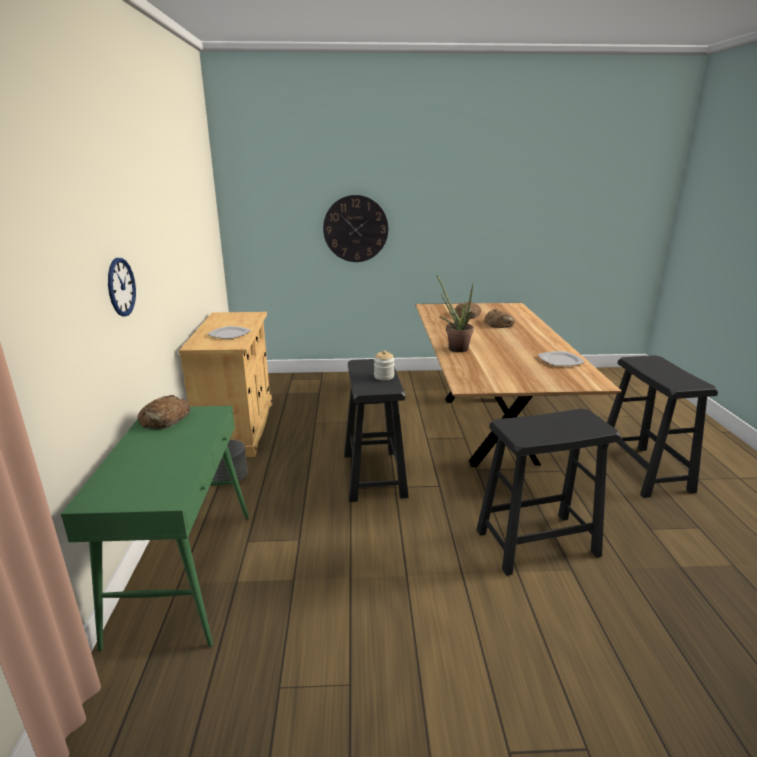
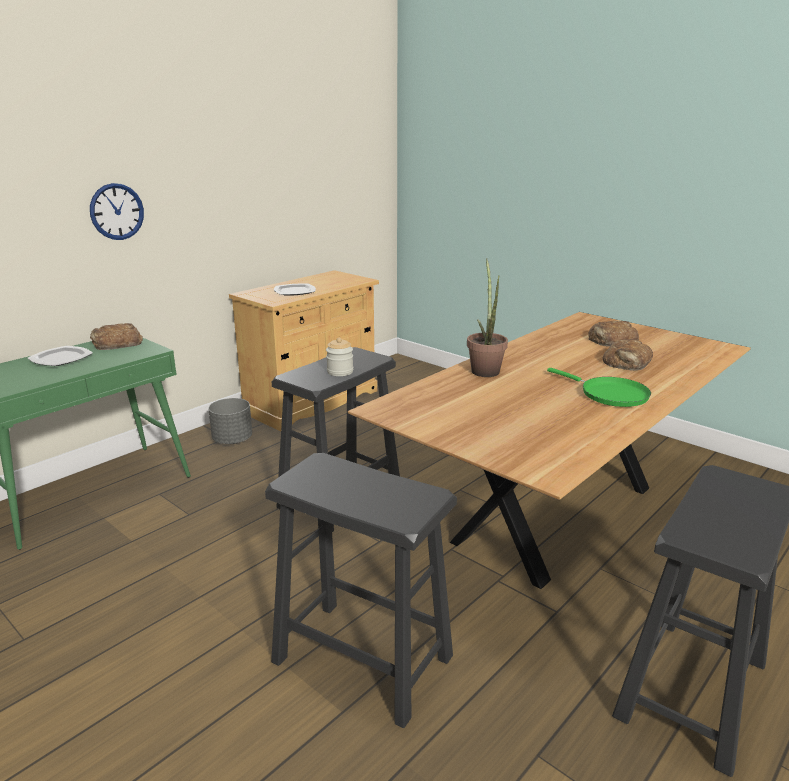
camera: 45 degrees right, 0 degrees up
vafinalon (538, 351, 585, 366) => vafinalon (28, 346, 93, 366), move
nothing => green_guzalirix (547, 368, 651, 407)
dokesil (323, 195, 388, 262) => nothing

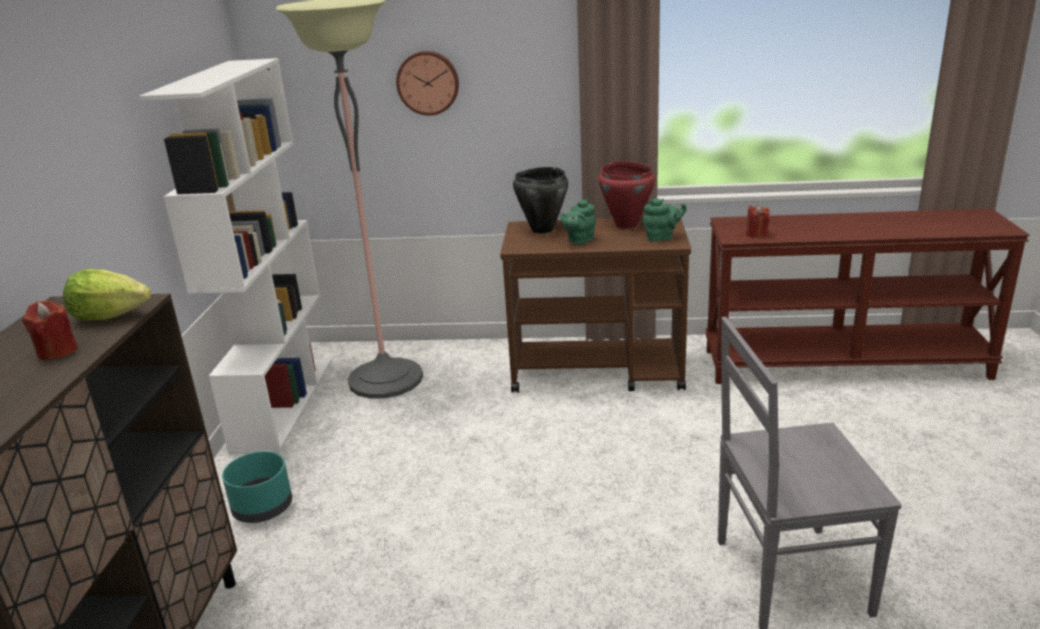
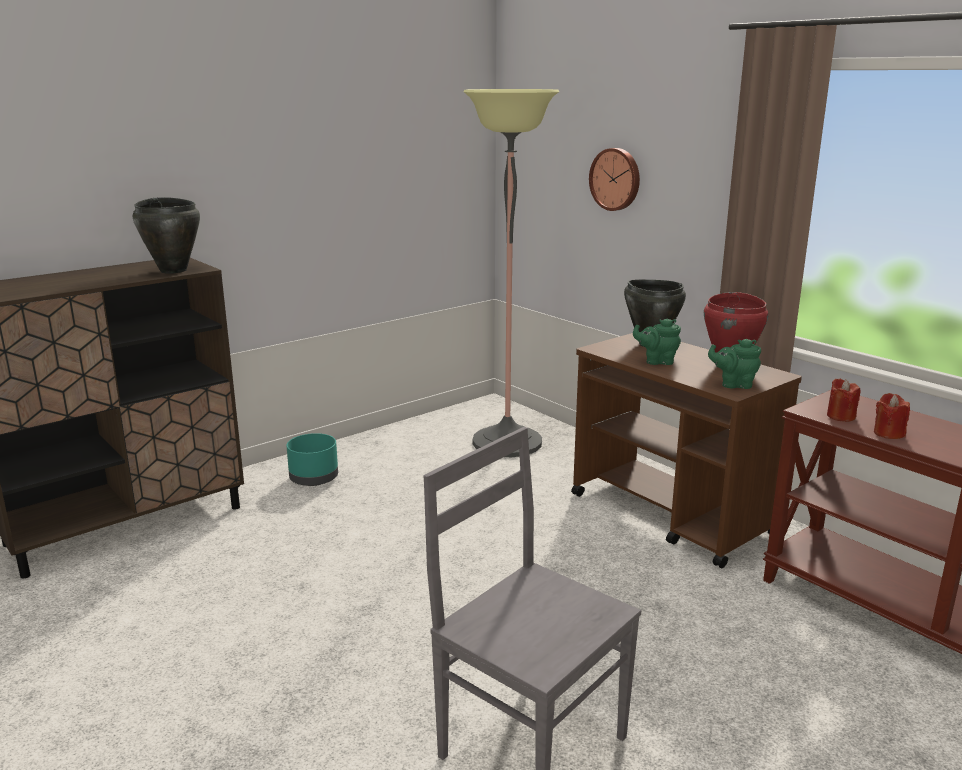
camera: 45 degrees right, 5 degrees down
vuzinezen (63, 269, 151, 320) => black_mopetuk (132, 197, 200, 274)
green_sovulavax (643, 198, 686, 242) => green_sovulavax (708, 339, 761, 389), 150 degrees clockwise
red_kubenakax (22, 300, 78, 360) => red_kubenakax (874, 393, 910, 439), move
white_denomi (138, 58, 332, 454) => nothing

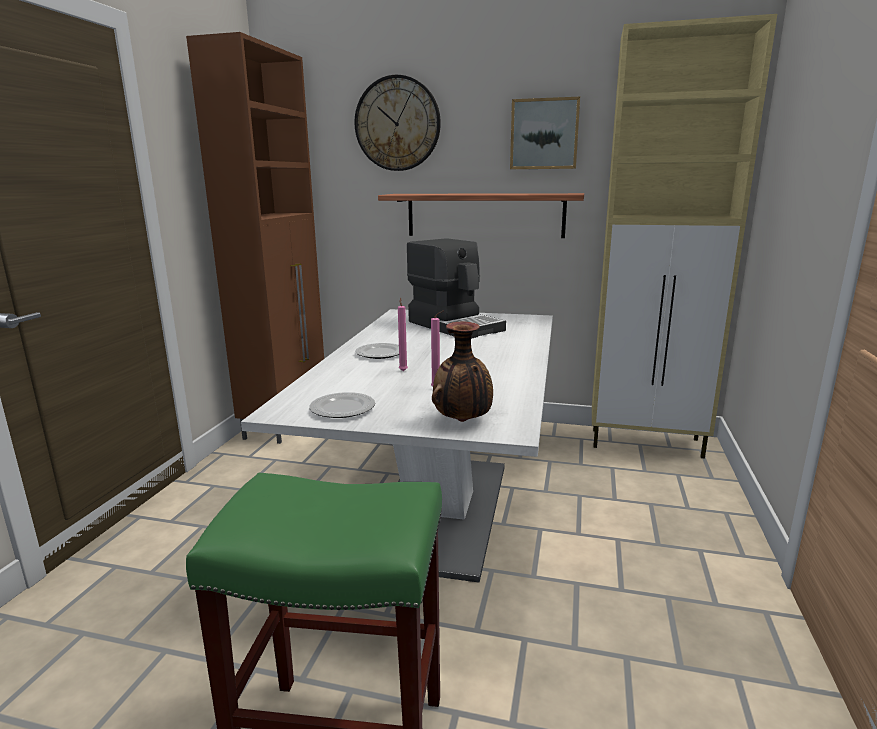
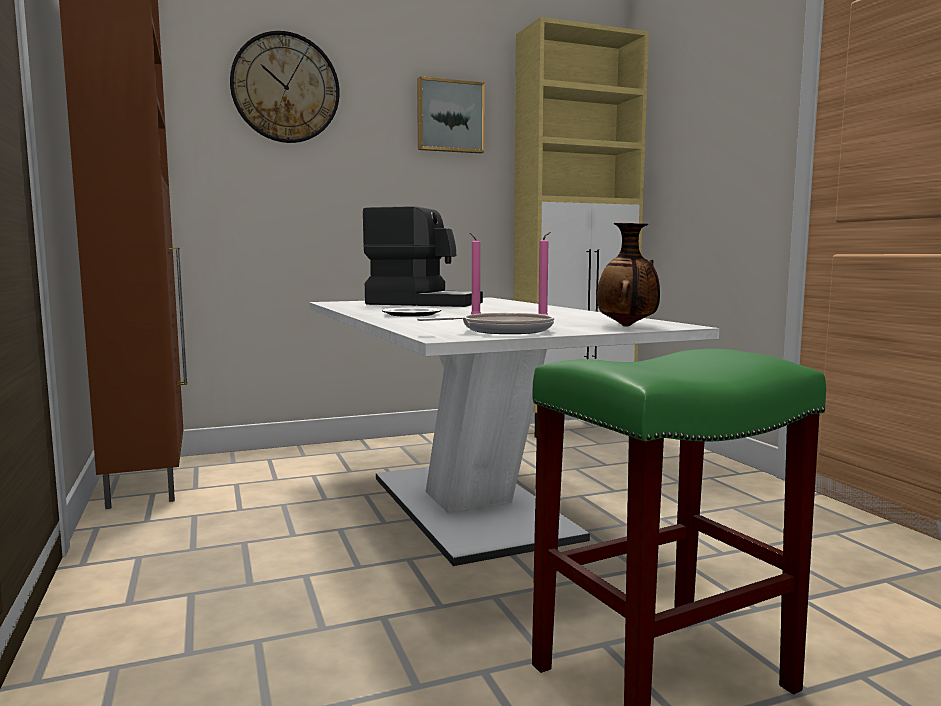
camera: 35 degrees left, 10 degrees down
vafinalon (309, 392, 375, 418) => guzalirix (417, 313, 554, 334)
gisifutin (378, 193, 584, 238) => nothing

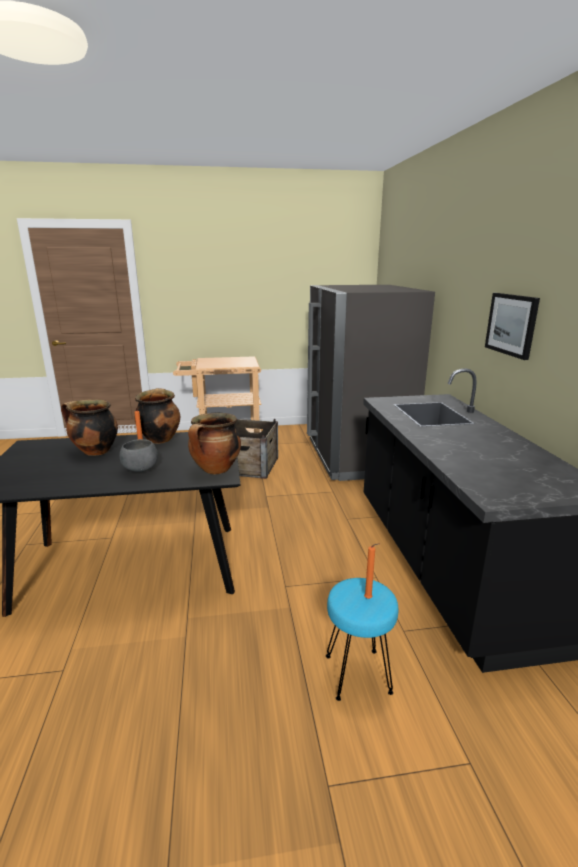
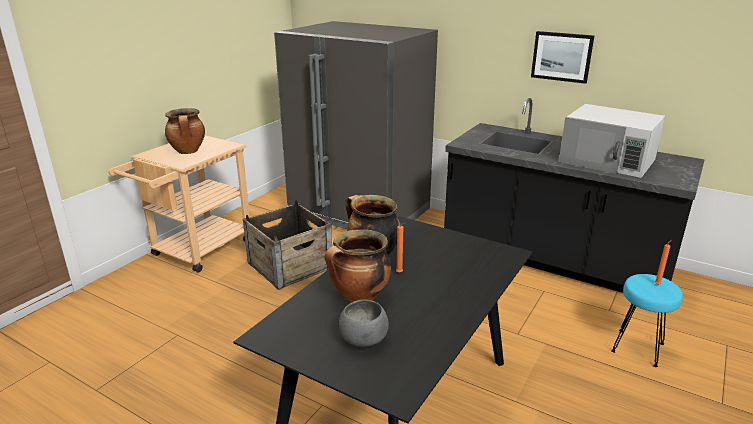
camera: 50 degrees left, 5 degrees up
mopetuk (188, 413, 241, 475) => mopetuk (165, 108, 205, 154), move
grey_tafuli (120, 439, 158, 472) => grey_tafuli (339, 300, 389, 347), move
nothing => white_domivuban (559, 104, 665, 178)

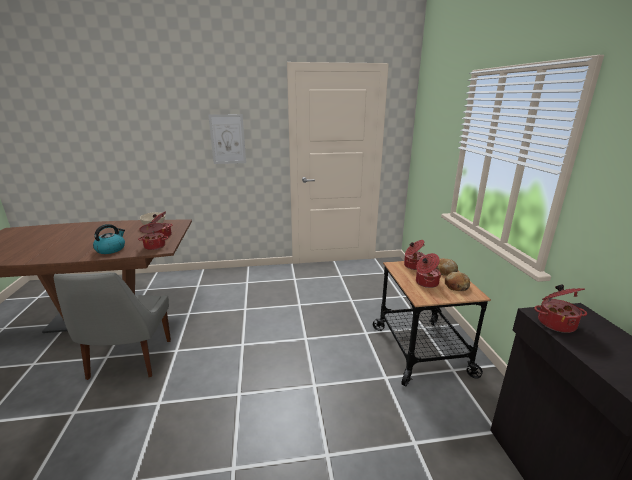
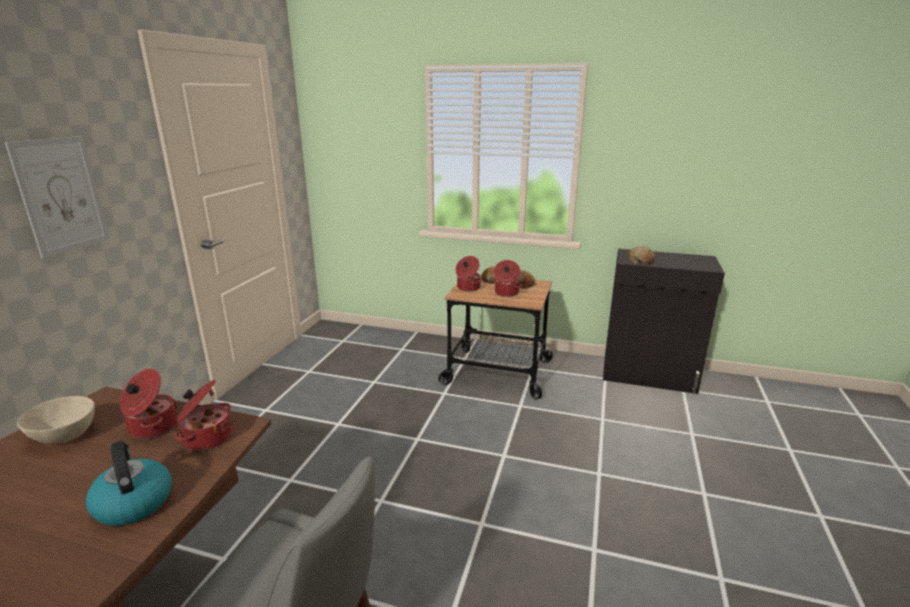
camera: 65 degrees left, 0 degrees up
mopetuk (534, 284, 587, 333) => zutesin (628, 246, 655, 265)

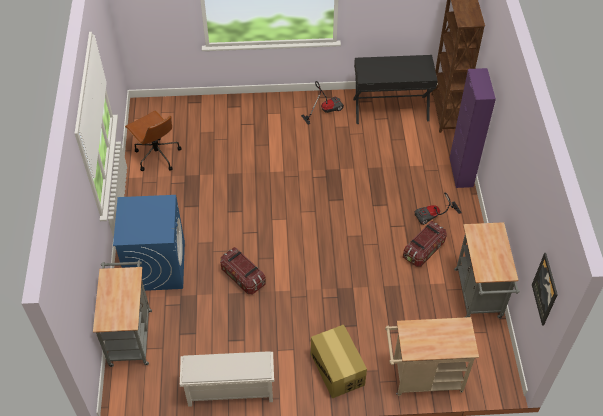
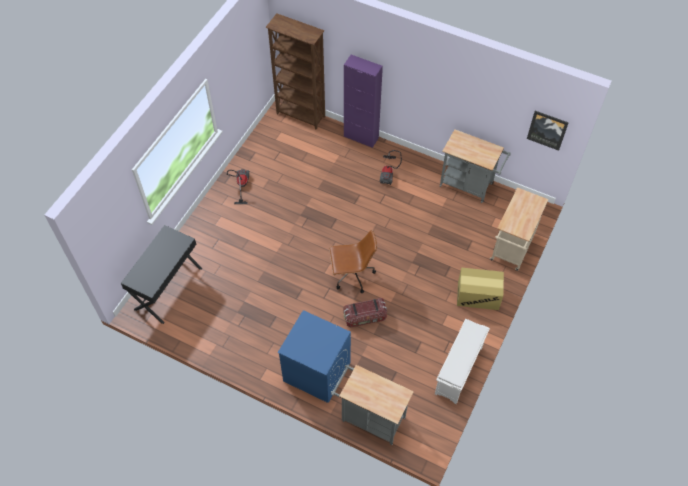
camera: 60 degrees left, 5 degrees up
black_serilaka (353, 55, 438, 124) => black_serilaka (121, 225, 202, 324), move
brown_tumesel (125, 111, 182, 171) => brown_tumesel (329, 230, 377, 293), move
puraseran (403, 221, 447, 267) => nothing

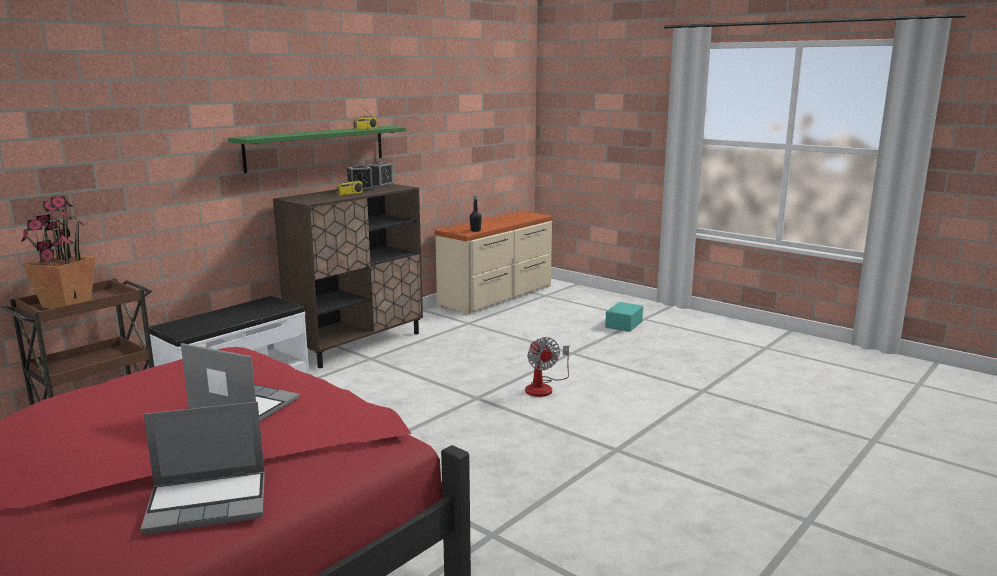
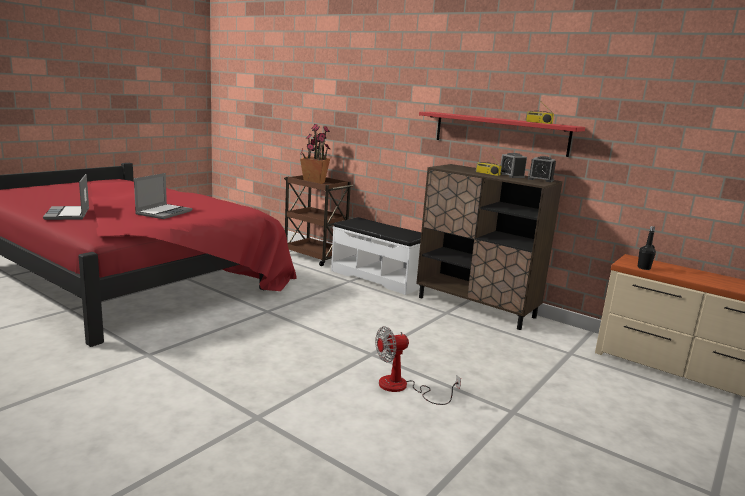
camera: 85 degrees right, 0 degrees up
green_gisifutin (228, 126, 406, 173) => red_gisifutin (419, 112, 585, 157)
turquoise_puraseran (605, 302, 643, 332) => nothing

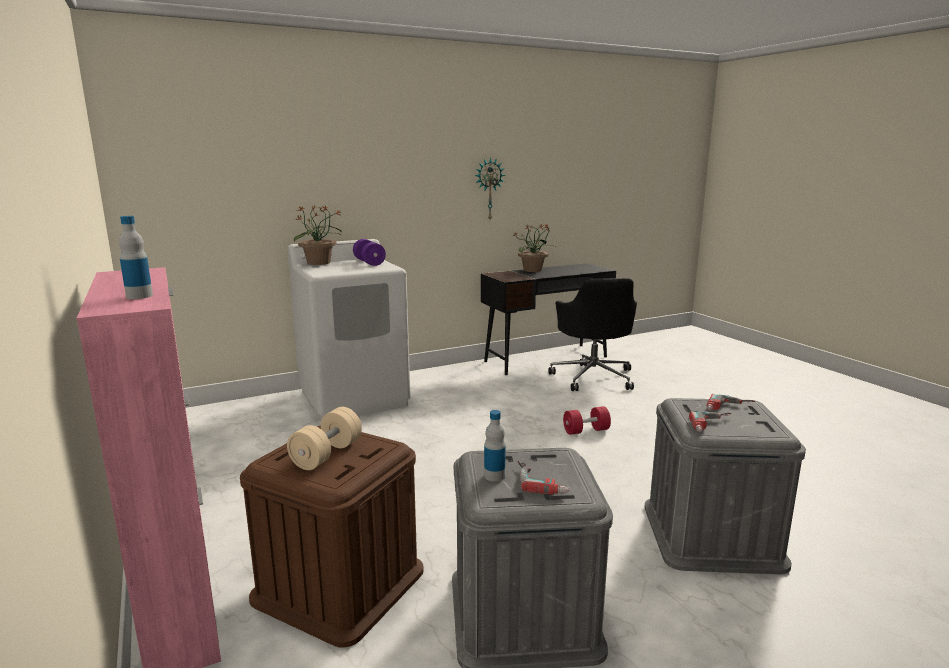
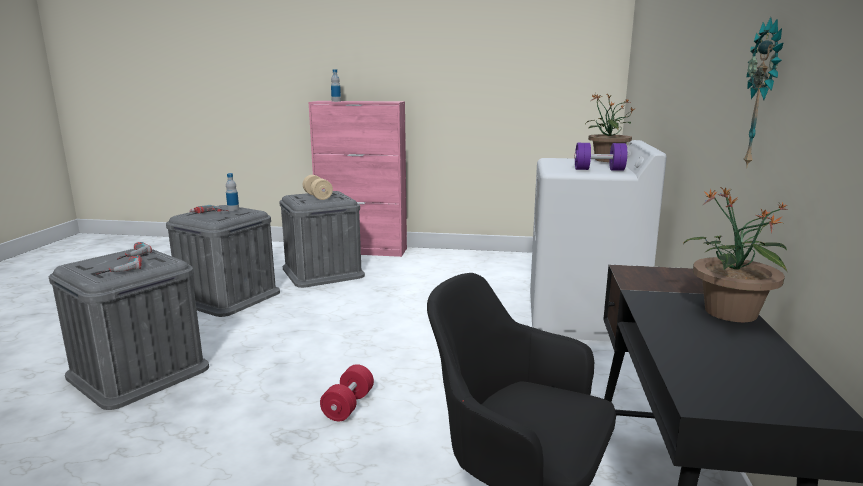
camera: 125 degrees right, 0 degrees up
brown_puraseran (240, 425, 424, 648) => grey_puraseran (279, 191, 365, 288)

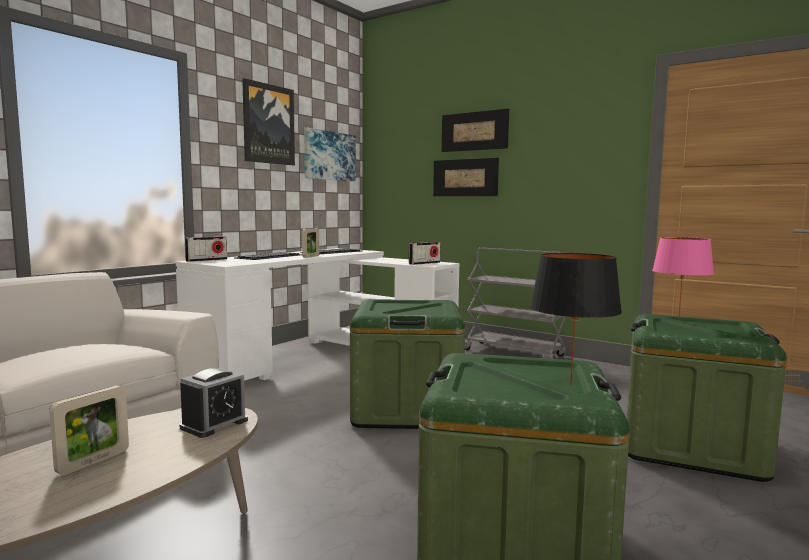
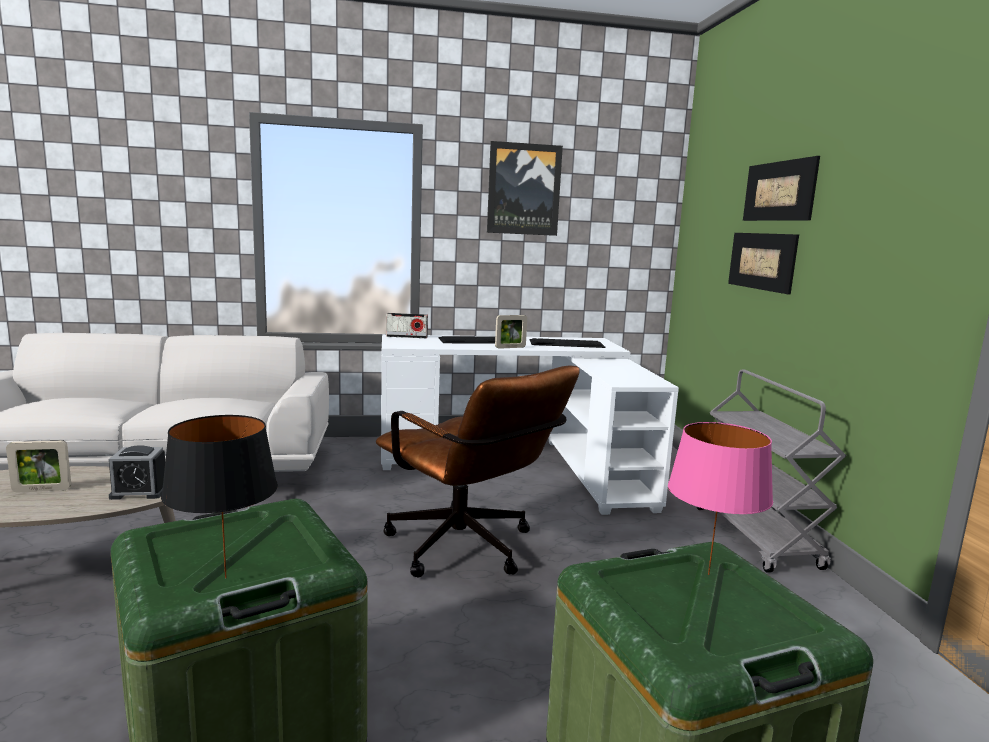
camera: 45 degrees right, 5 degrees up
green_puraseran (350, 299, 465, 429) => brown_tumesel (376, 366, 580, 577)
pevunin (304, 128, 356, 181) => nothing
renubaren (409, 242, 441, 265) => nothing

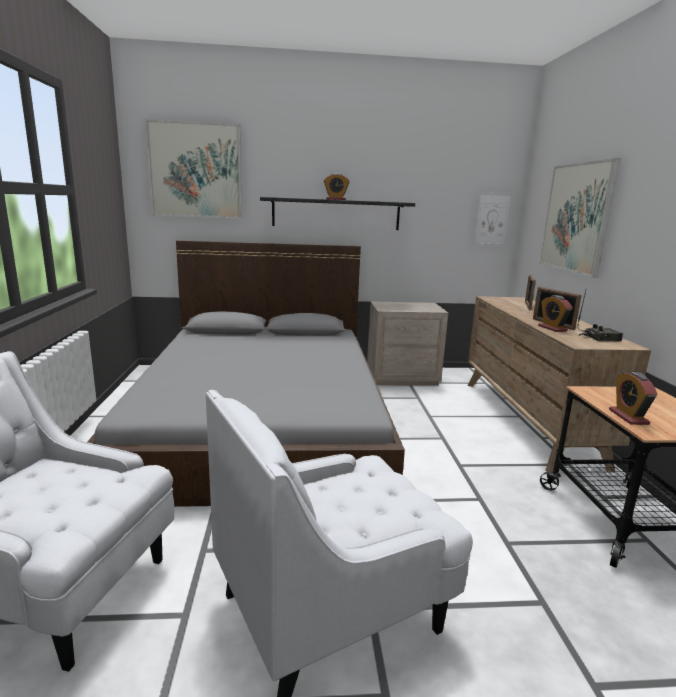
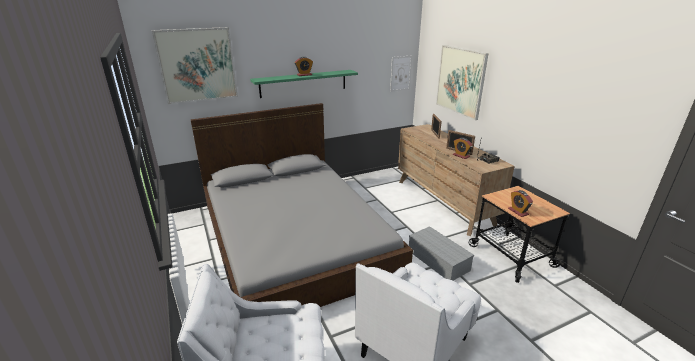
camera: 20 degrees left, 10 degrees up
black_gisifutin (260, 197, 415, 230) => green_gisifutin (250, 70, 358, 98)
nothing => grey_puraseran (409, 226, 474, 281)
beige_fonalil (367, 301, 448, 386) => nothing

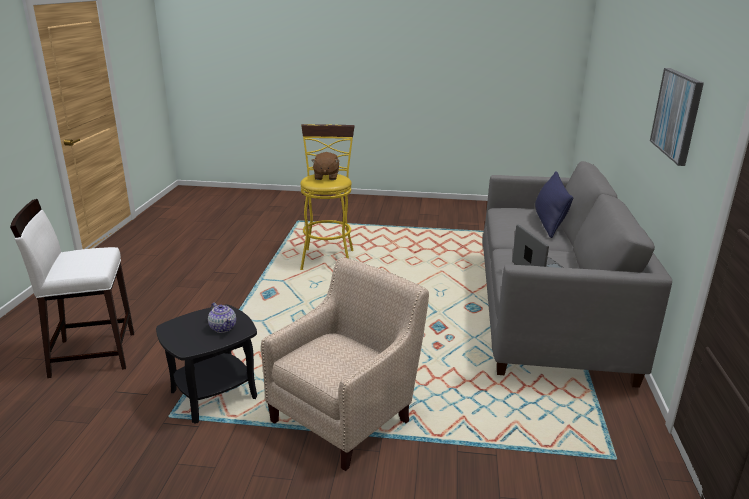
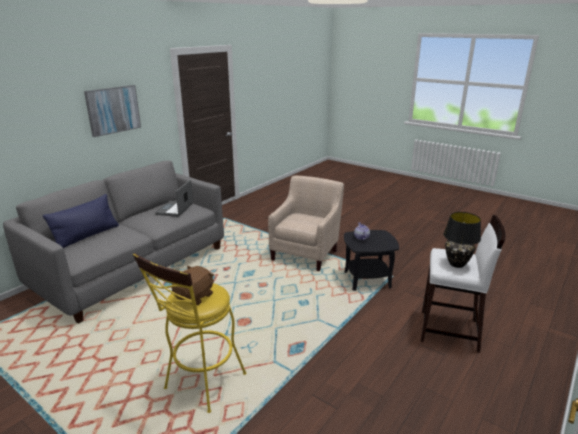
camera: 150 degrees left, 0 degrees up
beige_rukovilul (261, 258, 429, 471) => beige_rukovilul (268, 175, 344, 271), 135 degrees clockwise
nothing => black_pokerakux (443, 212, 481, 268)

